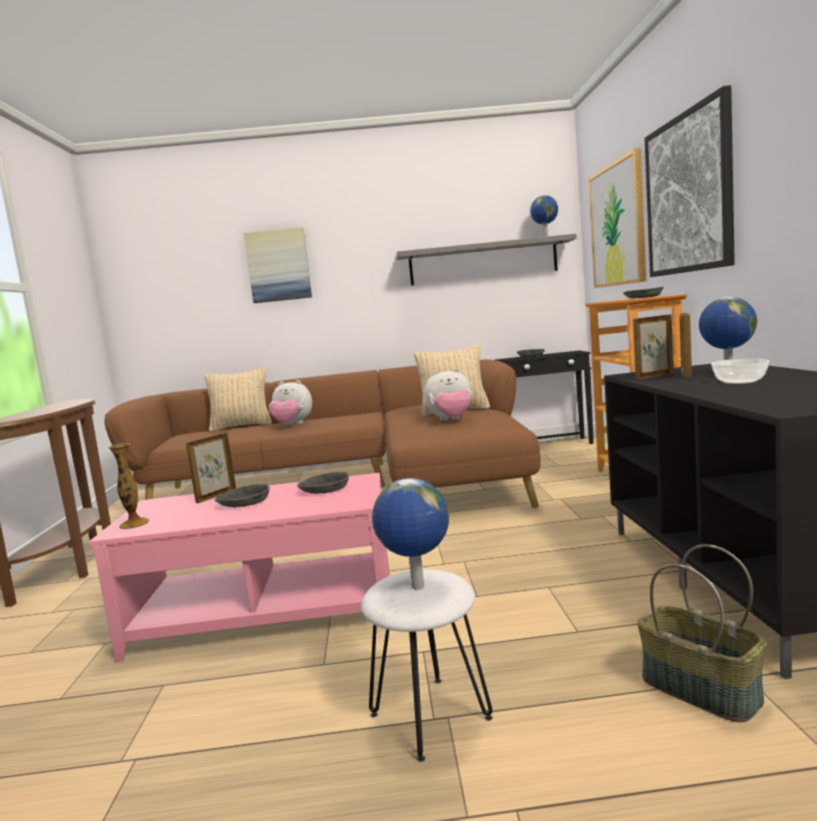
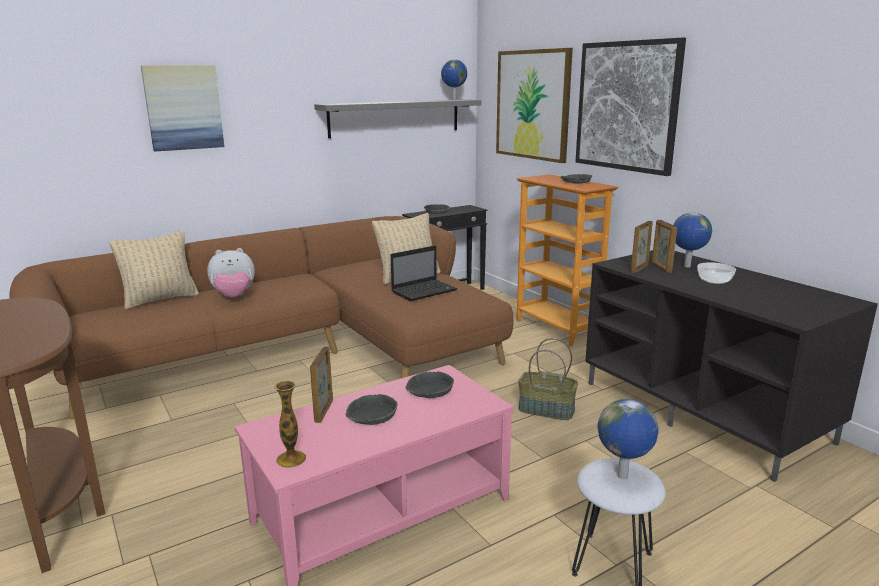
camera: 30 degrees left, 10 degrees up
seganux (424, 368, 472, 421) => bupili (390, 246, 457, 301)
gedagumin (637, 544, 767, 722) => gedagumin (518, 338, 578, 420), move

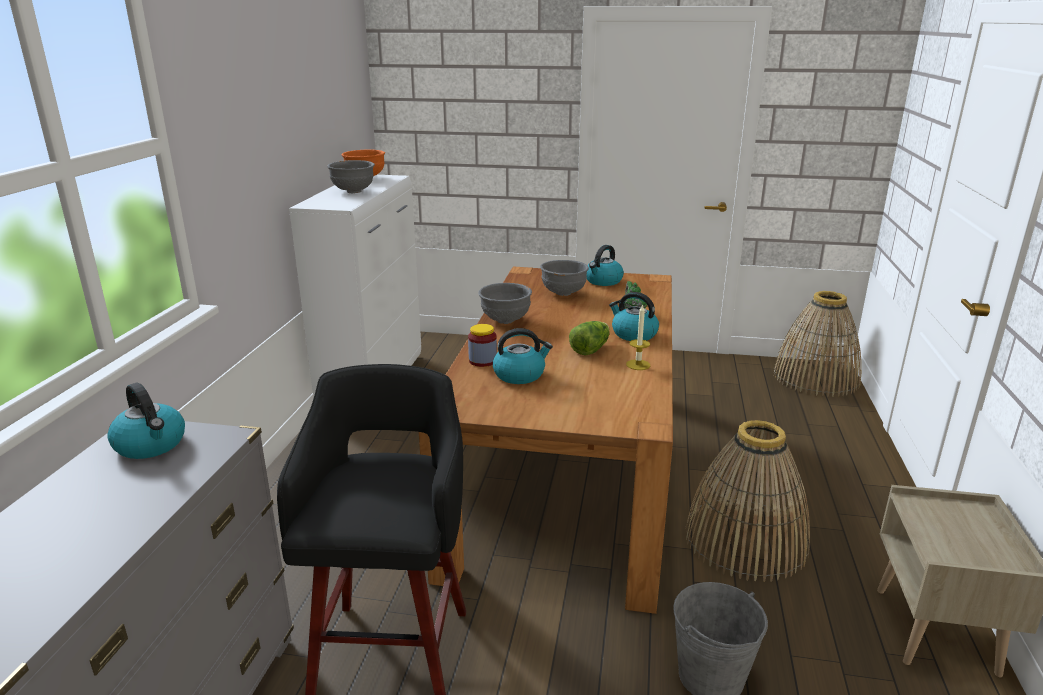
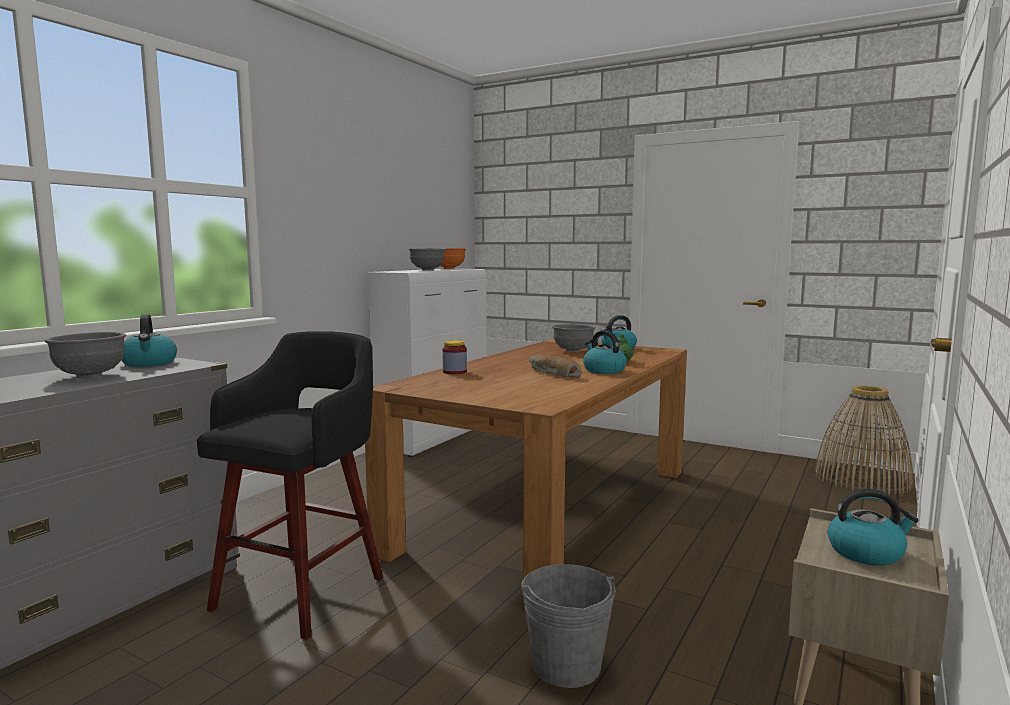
camera: 20 degrees right, 15 degrees down
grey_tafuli (478, 283, 532, 324) => grey_tafuli (44, 332, 126, 378), move
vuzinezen (569, 321, 610, 356) => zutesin (529, 353, 582, 378)
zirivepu (493, 328, 553, 384) => zirivepu (828, 488, 919, 566), move
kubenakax (626, 304, 650, 370) => nothing
gedagumin (685, 420, 810, 582) => nothing

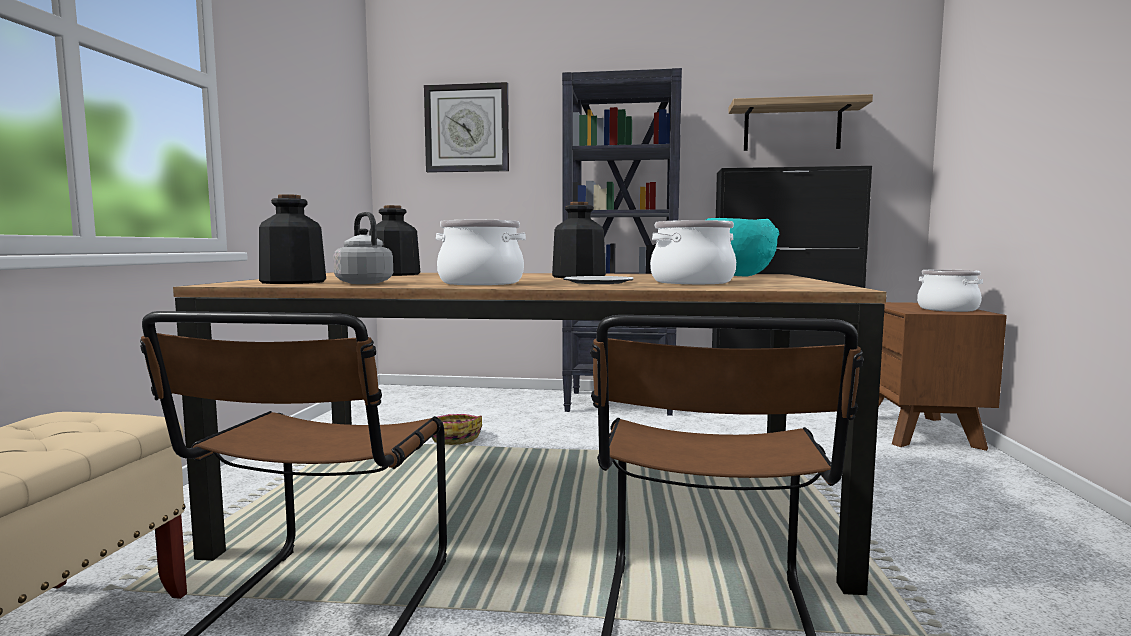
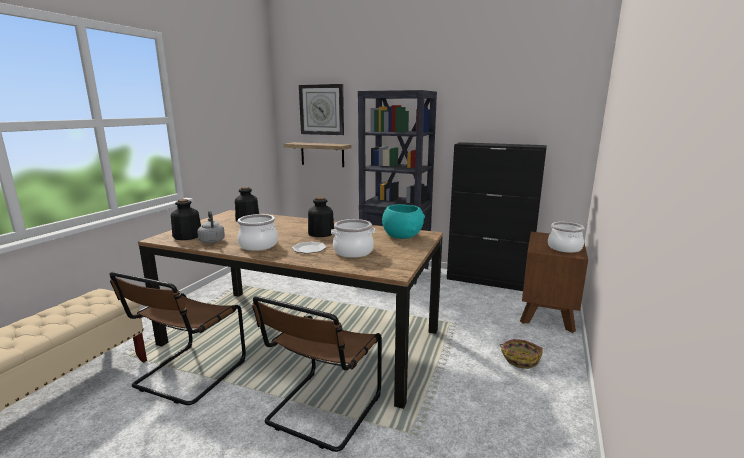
camera: 15 degrees right, 10 degrees up
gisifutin (728, 94, 873, 151) => gisifutin (284, 142, 352, 167), move
gedagumin (431, 414, 482, 445) => gedagumin (499, 339, 543, 369), move

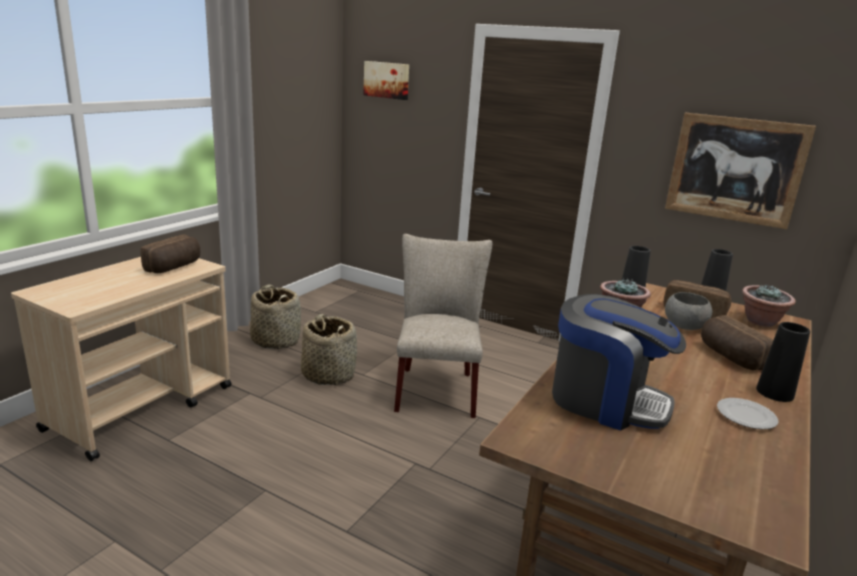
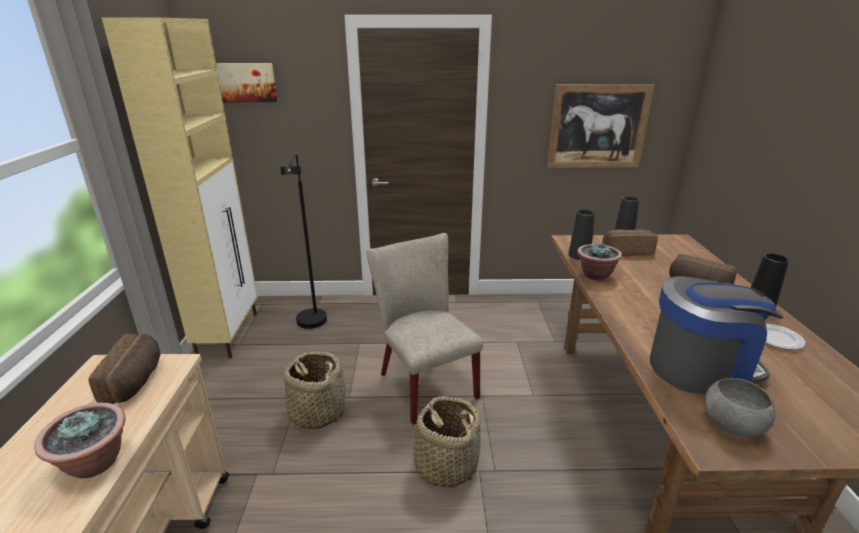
camera: 30 degrees left, 5 degrees up
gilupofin (742, 285, 796, 327) => gilupofin (34, 403, 126, 478), move
nothing => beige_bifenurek (102, 18, 258, 359)
nothing => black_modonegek (280, 154, 327, 329)
gedagumin (250, 285, 301, 349) => gedagumin (411, 396, 481, 488), move
grey_tafuli (665, 292, 712, 330) => grey_tafuli (704, 378, 776, 437), move

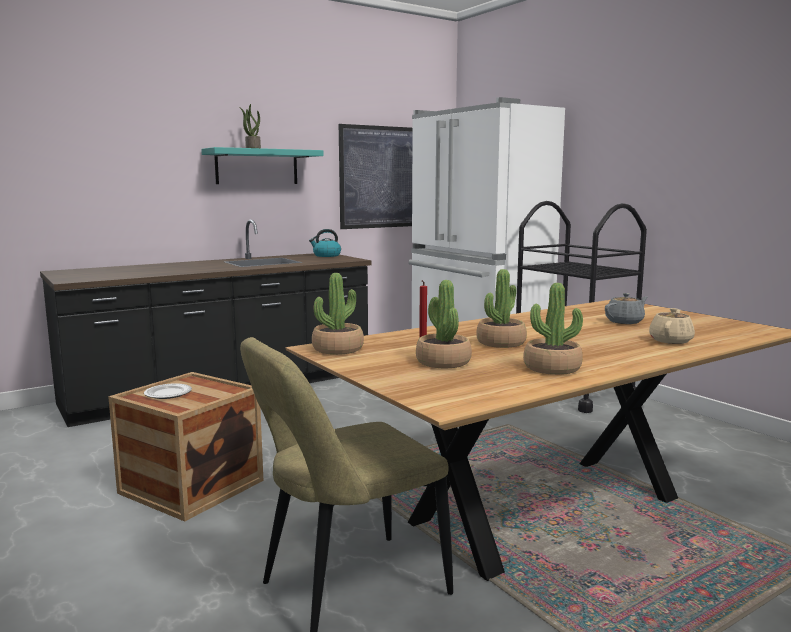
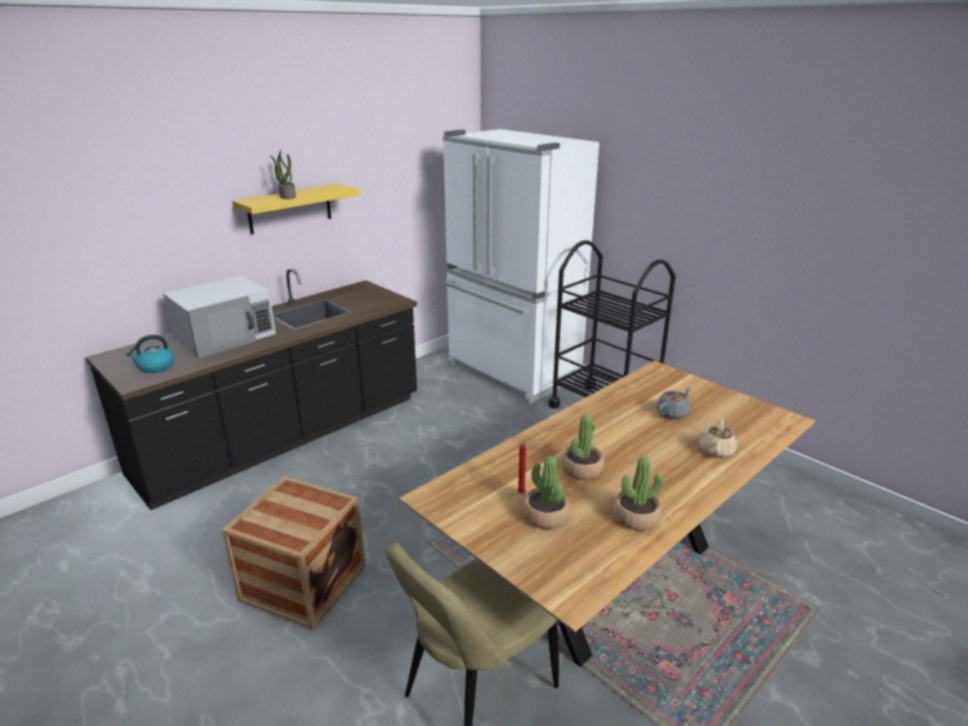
camera: 10 degrees left, 15 degrees up
zirivepu (309, 229, 341, 257) => zirivepu (126, 335, 174, 373), move
nothing => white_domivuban (163, 275, 276, 358)
turquoise_gisifutin (201, 147, 324, 184) => yellow_gisifutin (232, 184, 360, 234)
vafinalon (144, 383, 192, 399) => nothing
gilupofin (312, 273, 364, 355) => nothing
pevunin (339, 124, 413, 229) => nothing

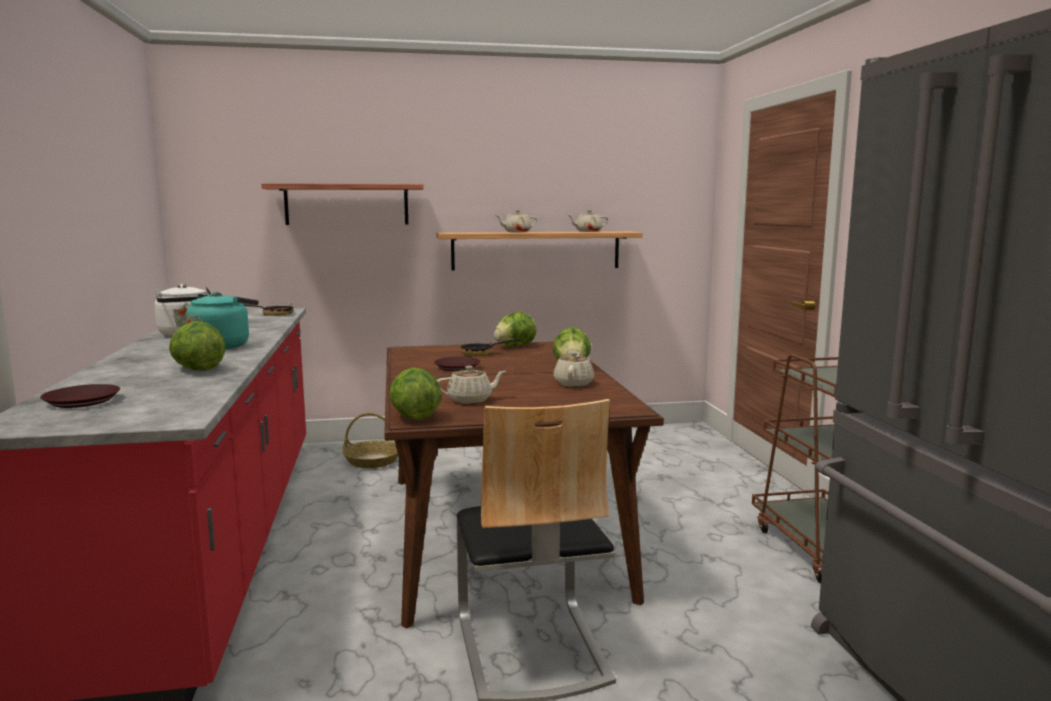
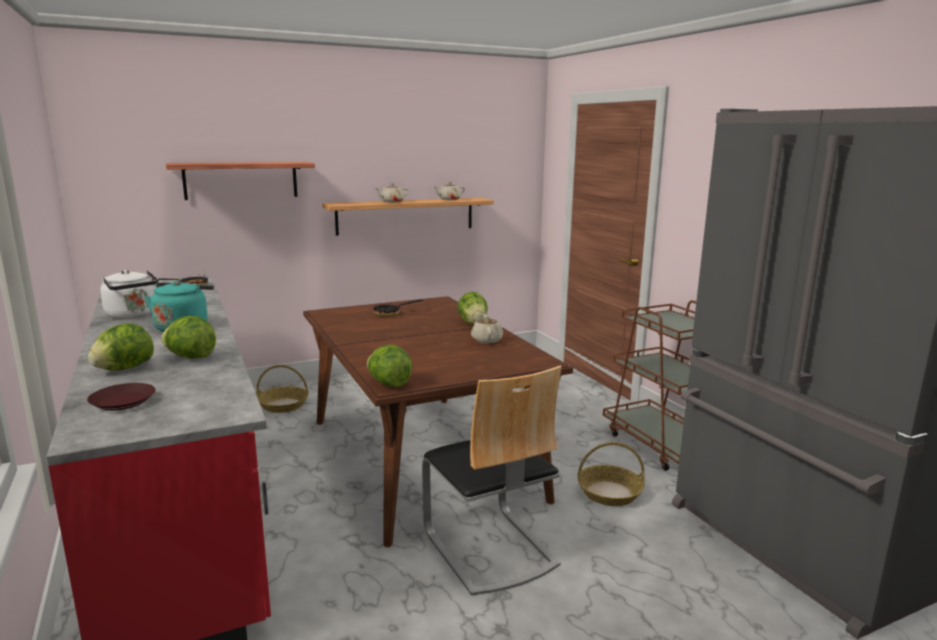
camera: 15 degrees left, 5 degrees up
vuzinezen (494, 312, 536, 347) => vuzinezen (88, 323, 154, 370), move
nothing => gedagumin (577, 442, 645, 506)
brown_vafinalon (434, 357, 480, 371) => nothing
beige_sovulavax (437, 366, 506, 404) => nothing

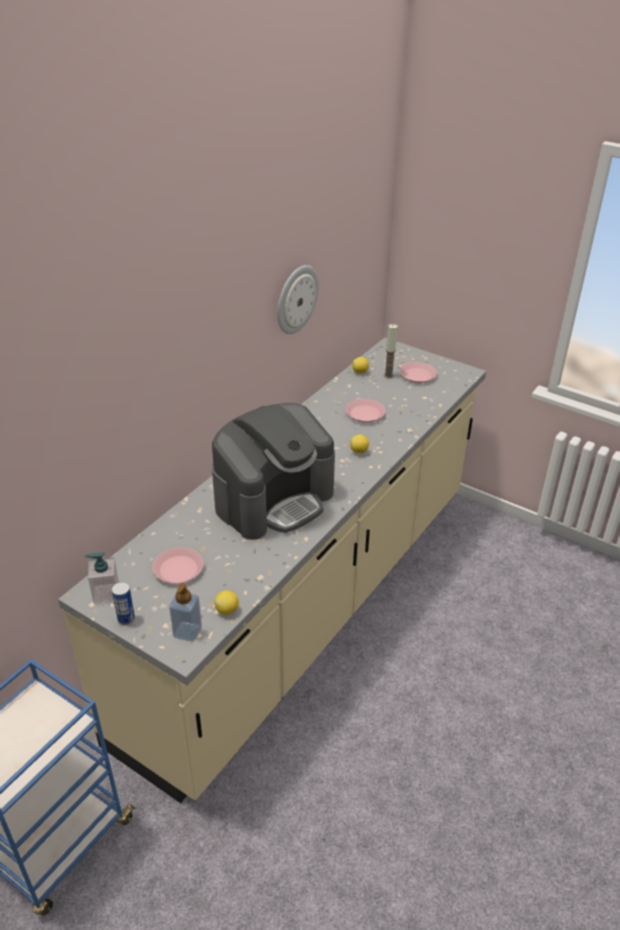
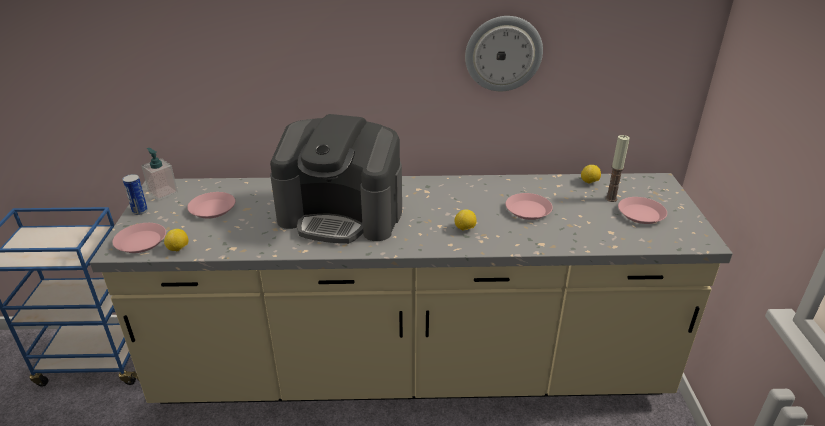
camera: 55 degrees right, 5 degrees down
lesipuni (169, 583, 202, 642) => pink_vafinalon (112, 223, 166, 253)

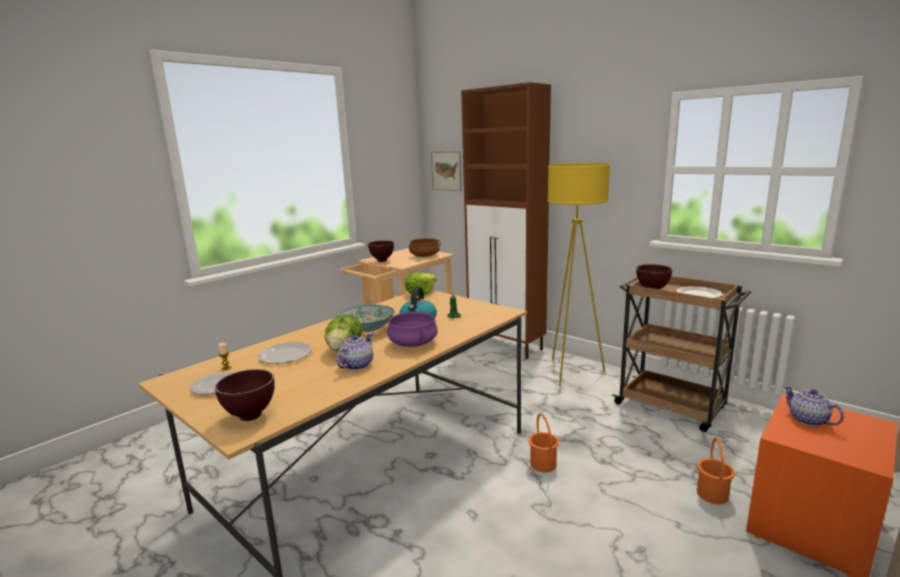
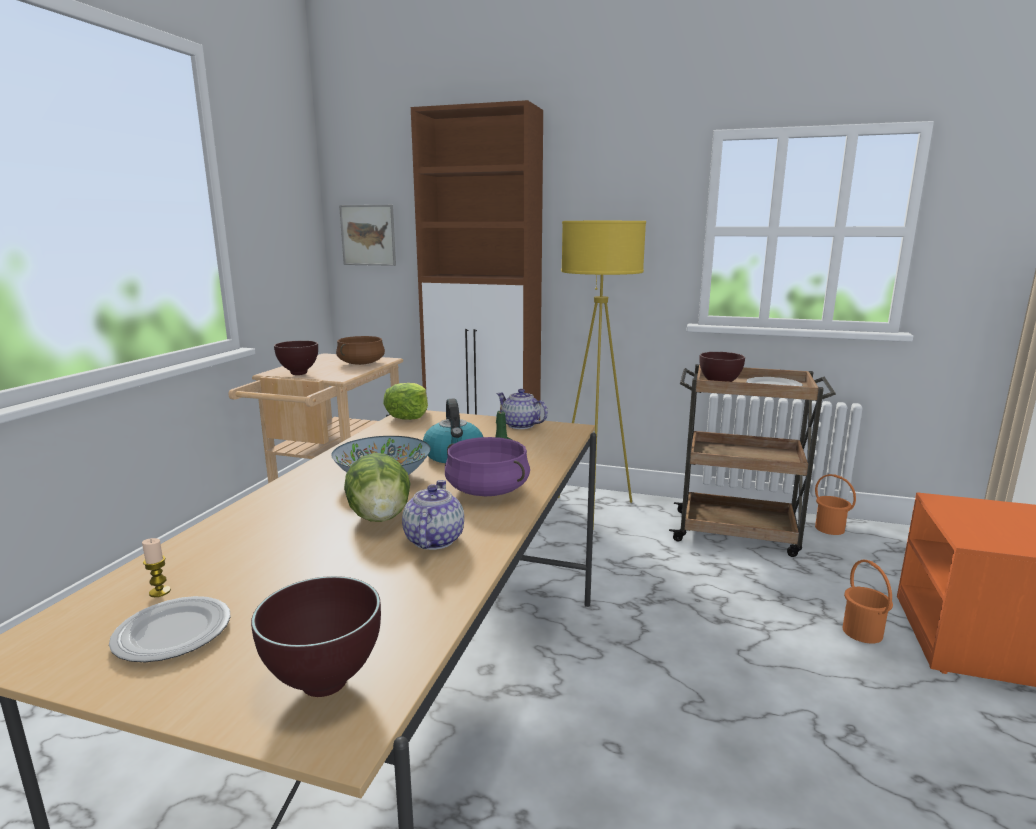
camera: 25 degrees left, 0 degrees up
sovulavax (783, 386, 844, 426) => sovulavax (496, 389, 548, 429), move
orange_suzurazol (529, 413, 559, 472) => orange_suzurazol (815, 474, 856, 535), move
vafinalon (258, 342, 312, 364) => nothing

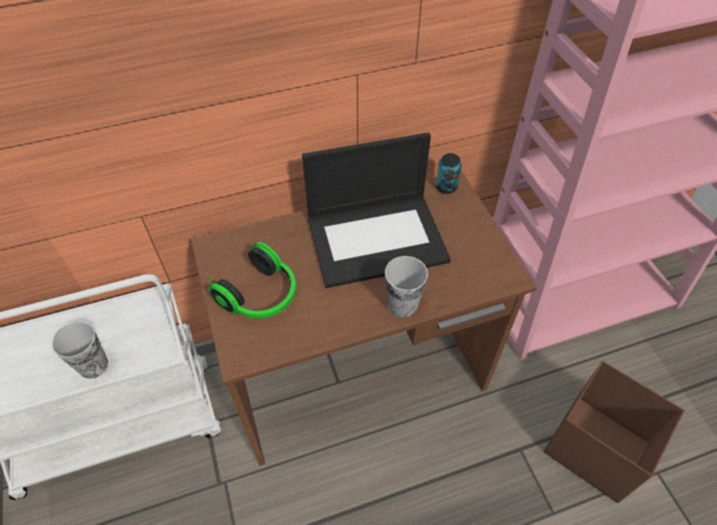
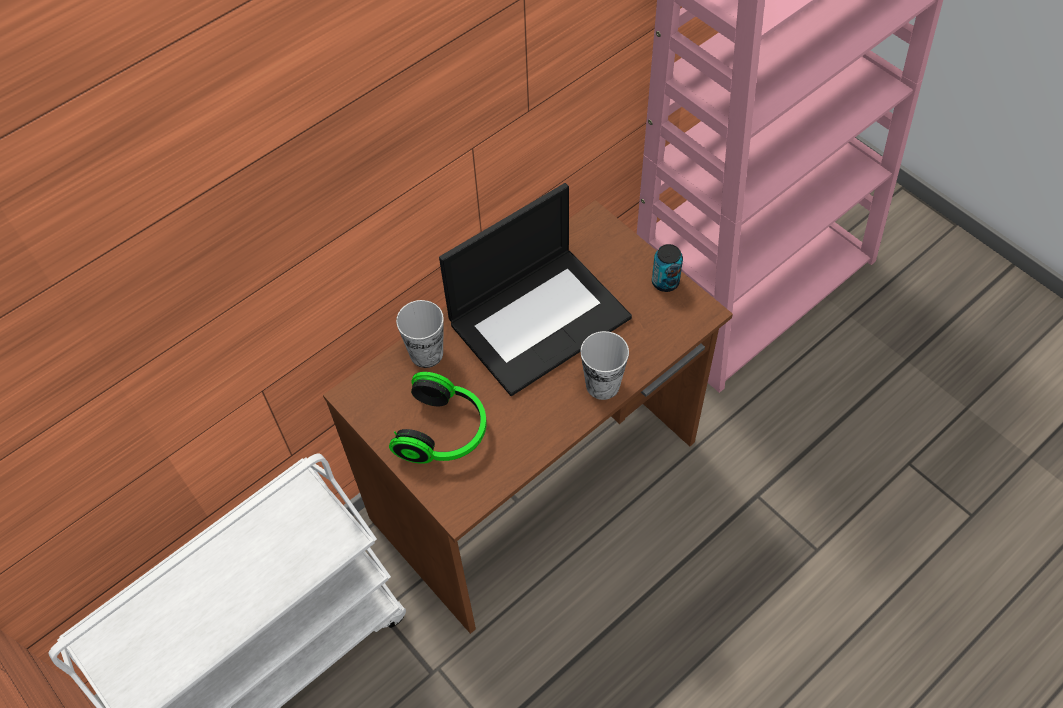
camera: 20 degrees left, 5 degrees up
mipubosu (52, 321, 108, 379) => mipubosu (396, 300, 444, 368), move
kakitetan (436, 153, 462, 194) => kakitetan (652, 244, 683, 292), move
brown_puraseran (544, 361, 685, 503) => nothing

